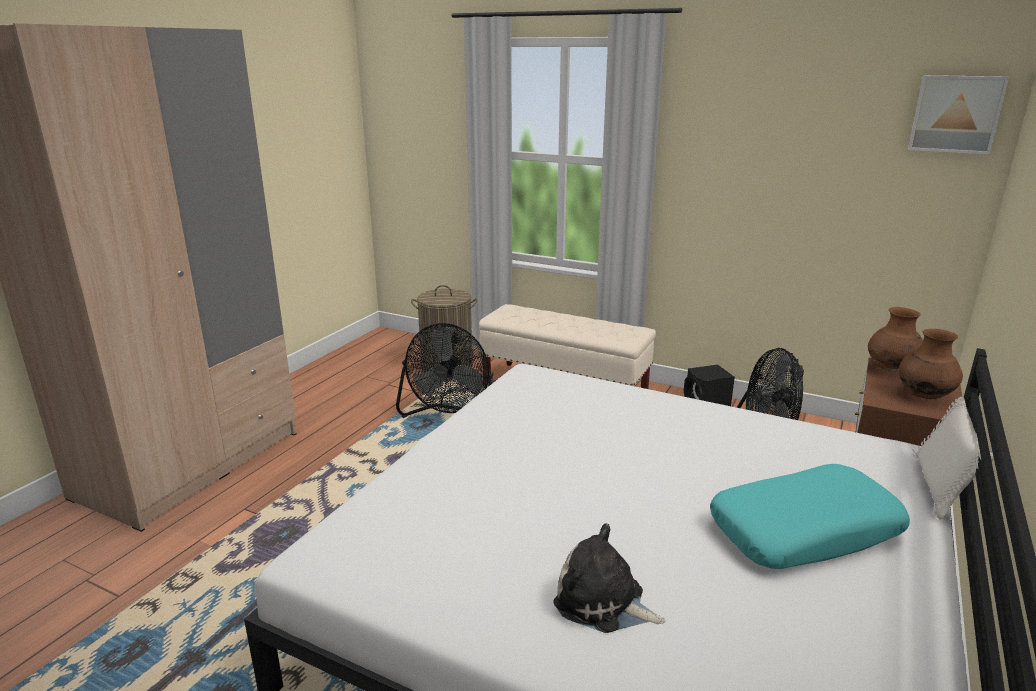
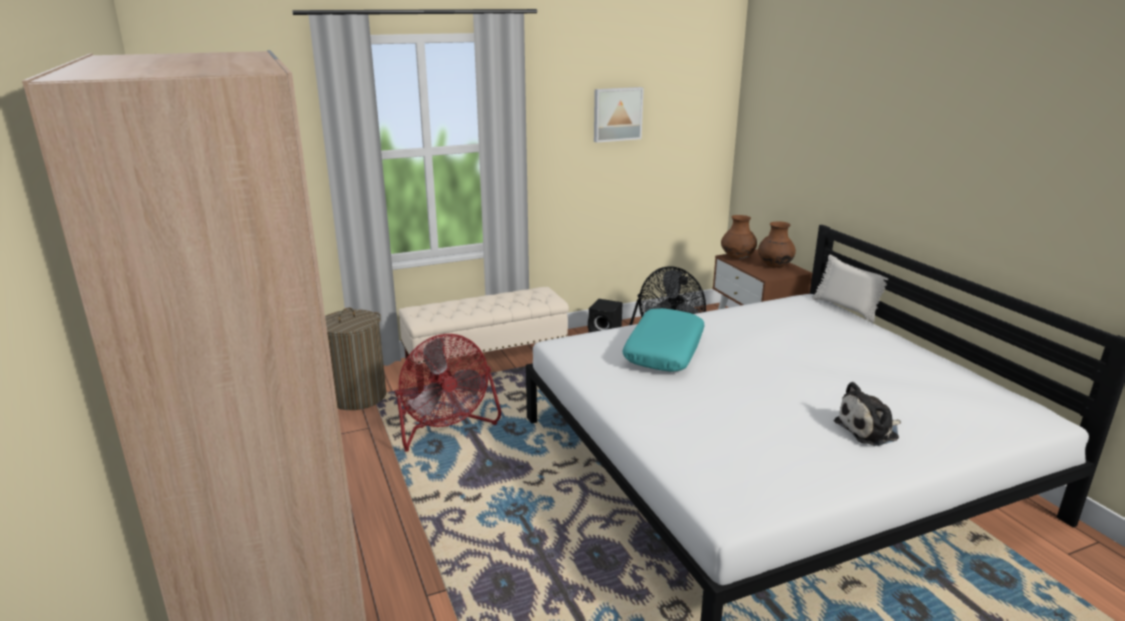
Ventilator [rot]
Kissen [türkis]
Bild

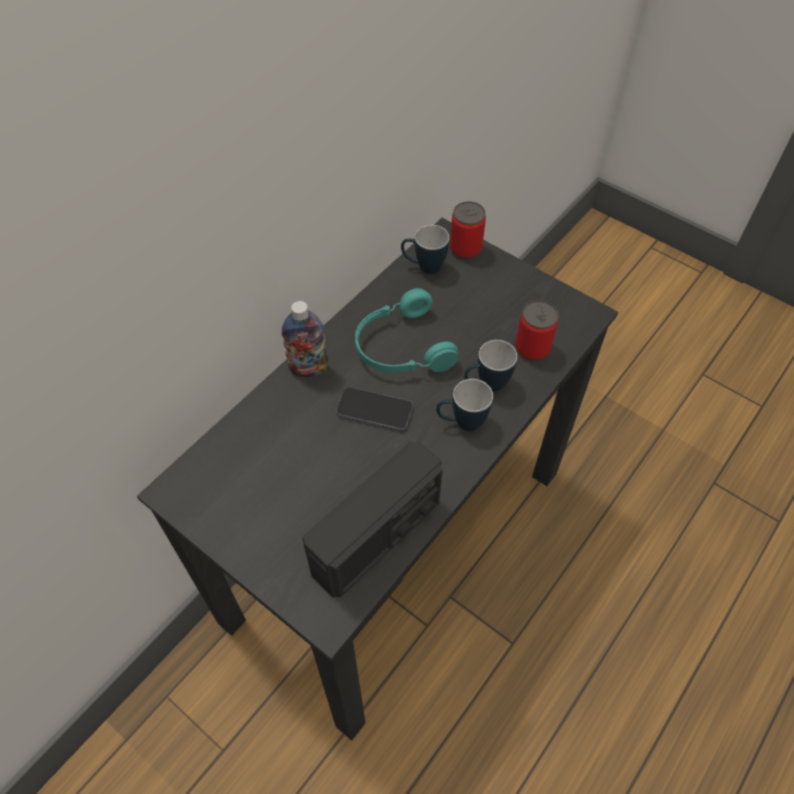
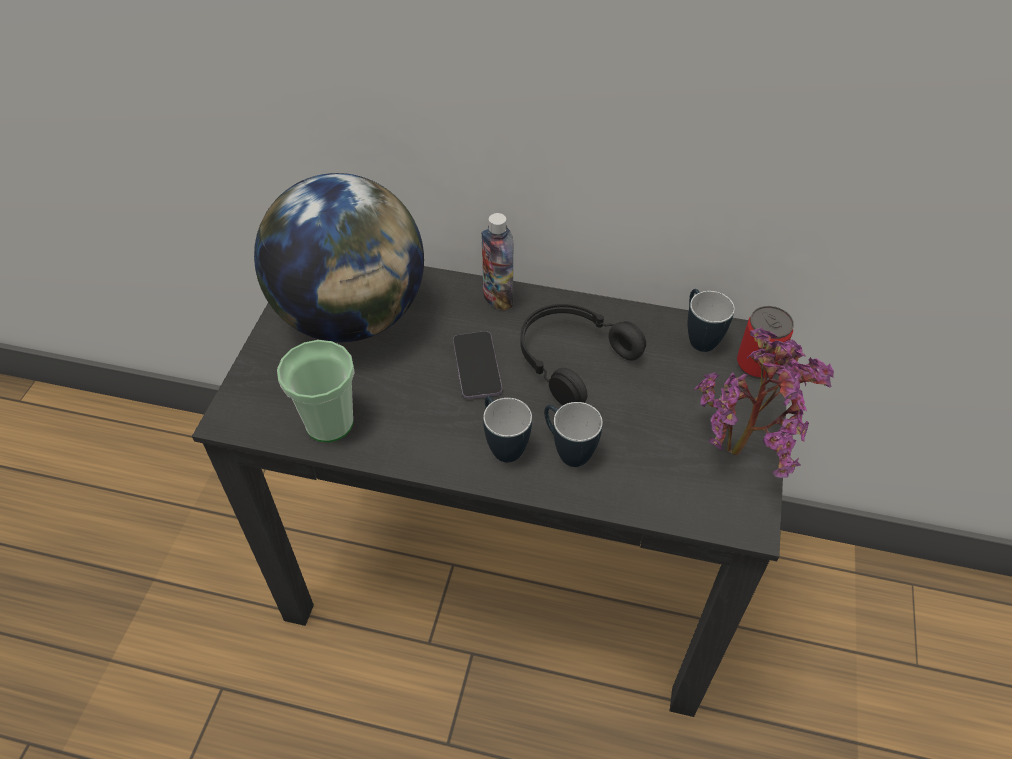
Tasse
Kopfhörer [schwarz]
Dose (2nd from left in the first image)
Globus
Topfpflanze

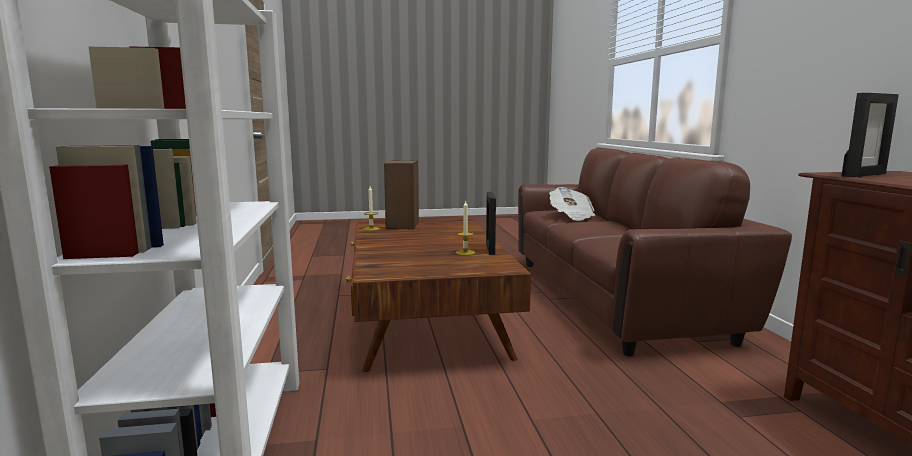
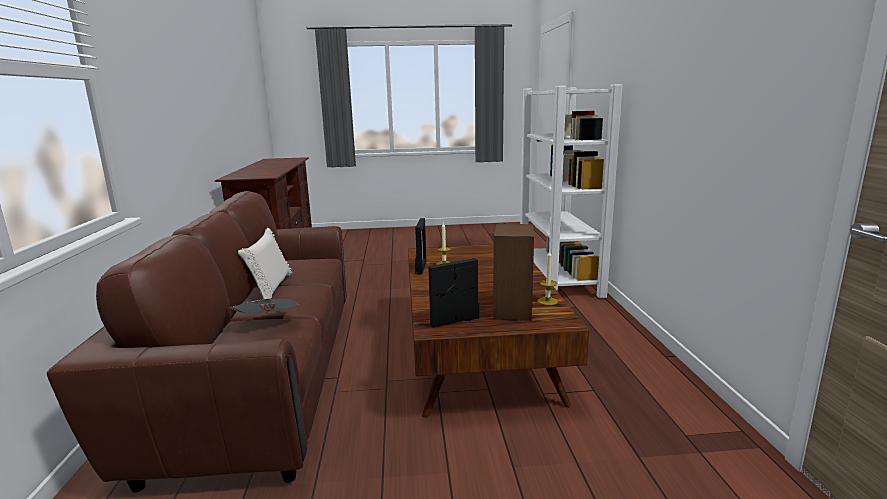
Bilderrahmen (2nd from left)
Kissen [weiß]

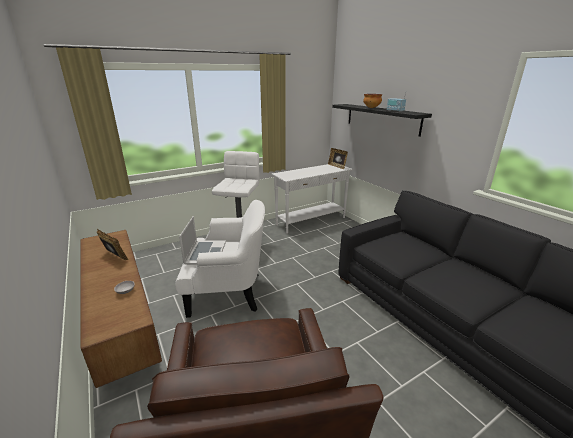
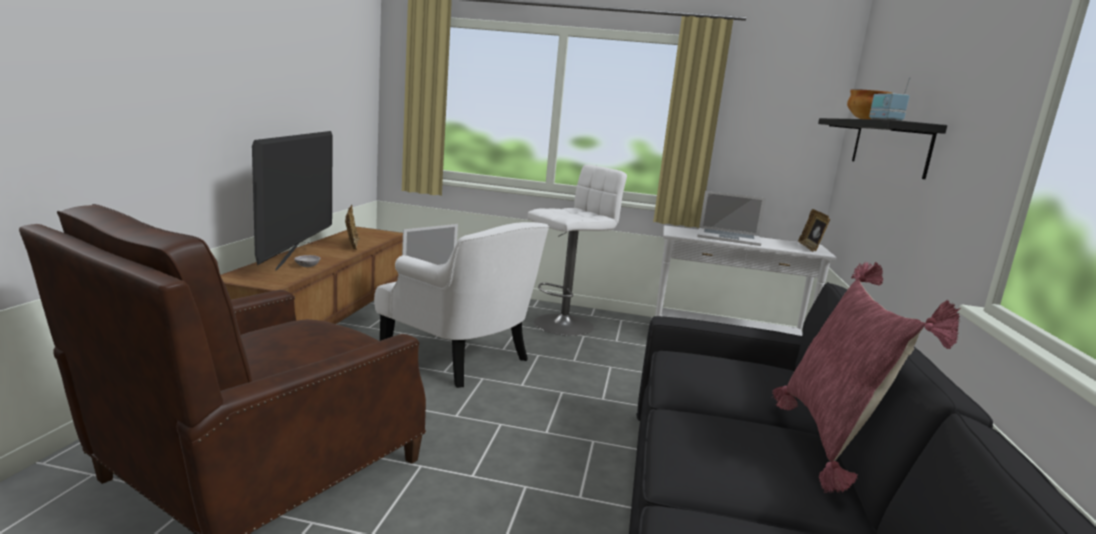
Fernseher
Laptop (2nd from left)
Kissen [rot]

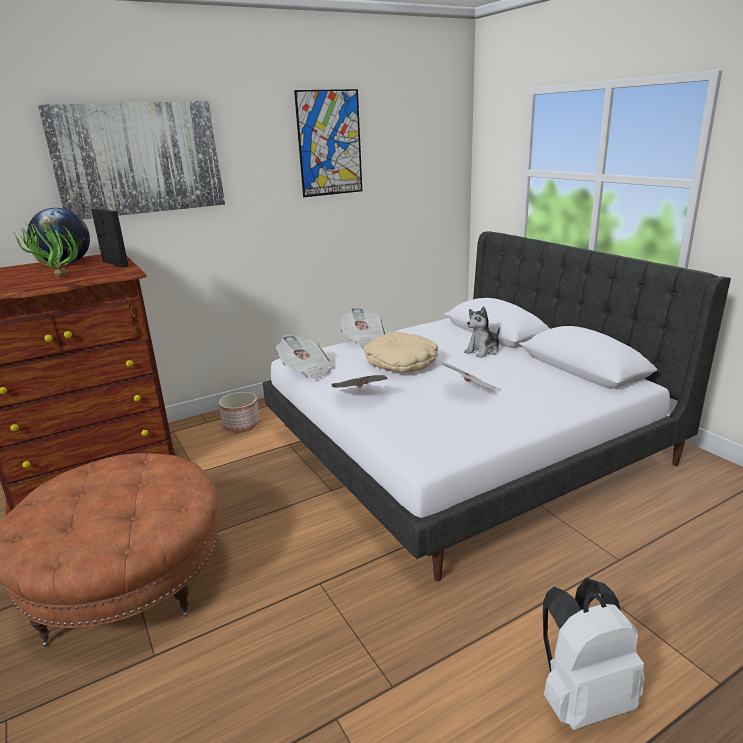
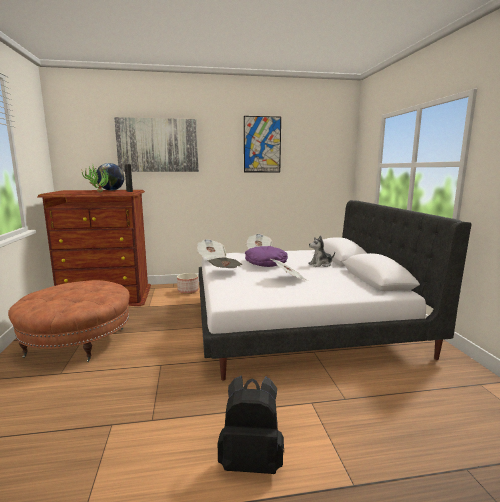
Kissen [lila]
Rucksack [schwarz]

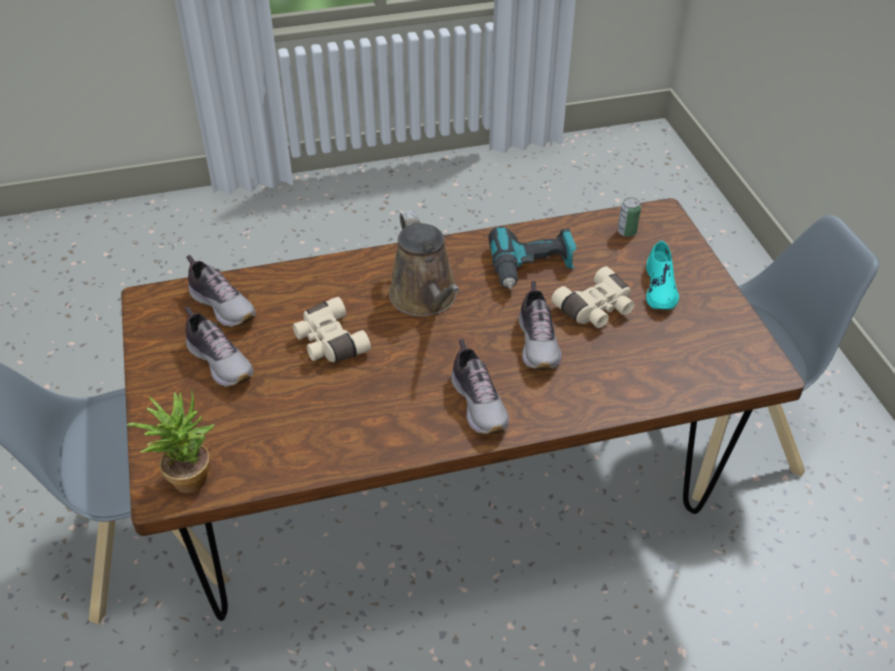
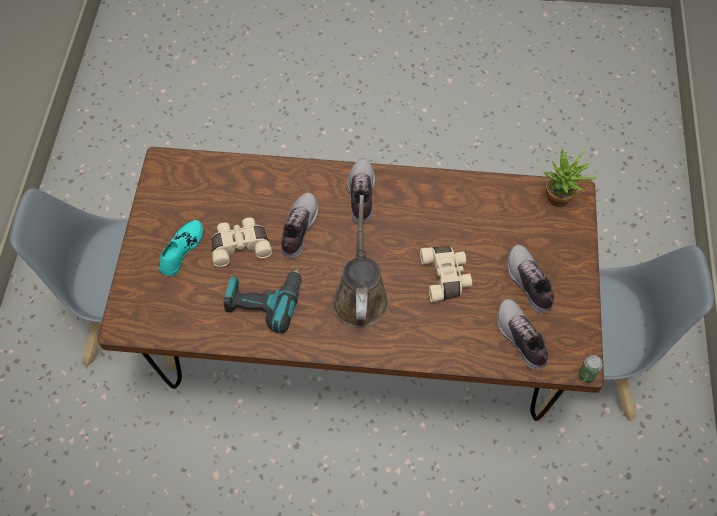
Dose

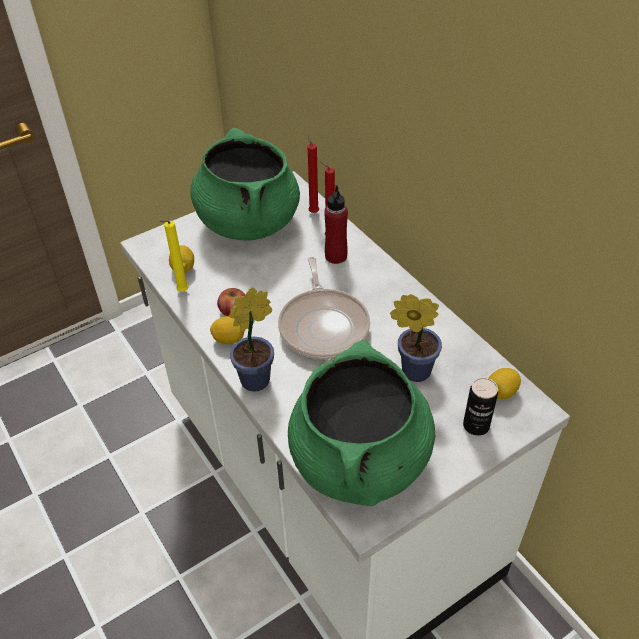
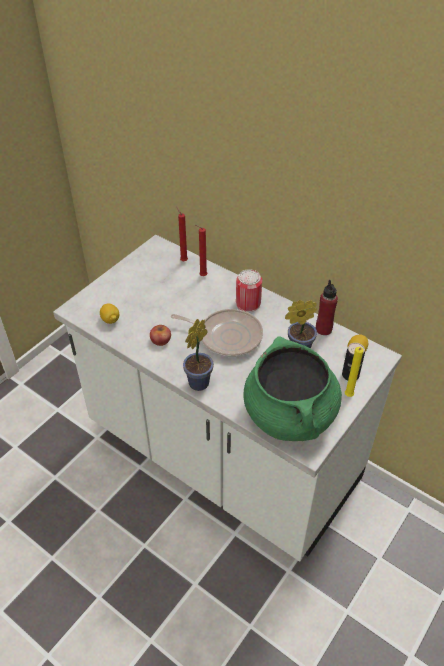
Kerze [gelb]
Kochtopf [grün] (1st from left in the first image)
Zitrone (2nd from left in the first image)
Pfanne
Flasche [rot]
Dose (1st from left)

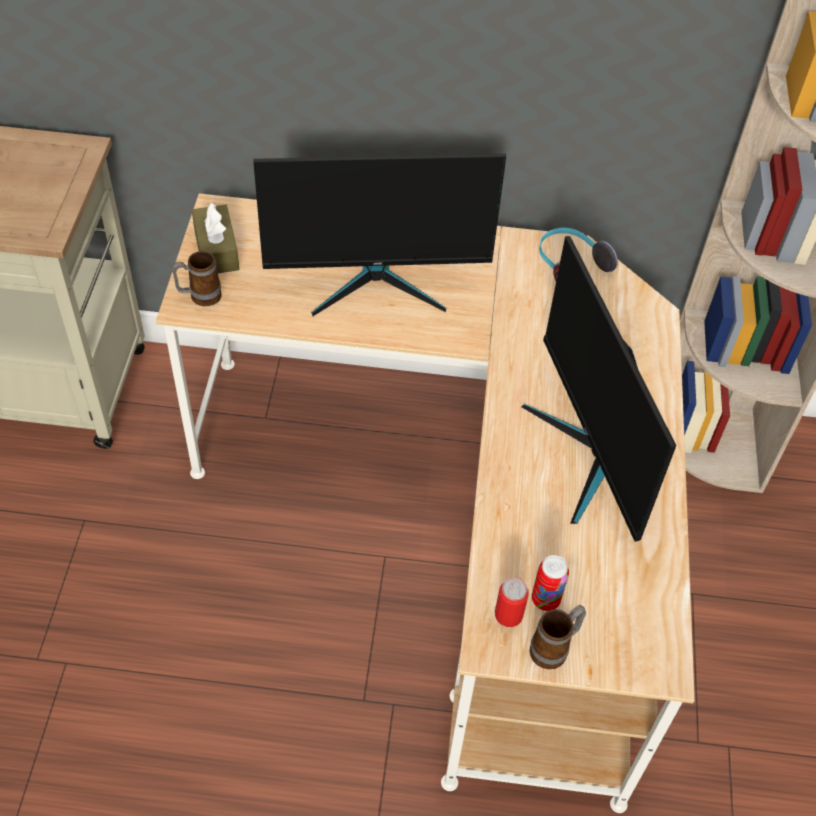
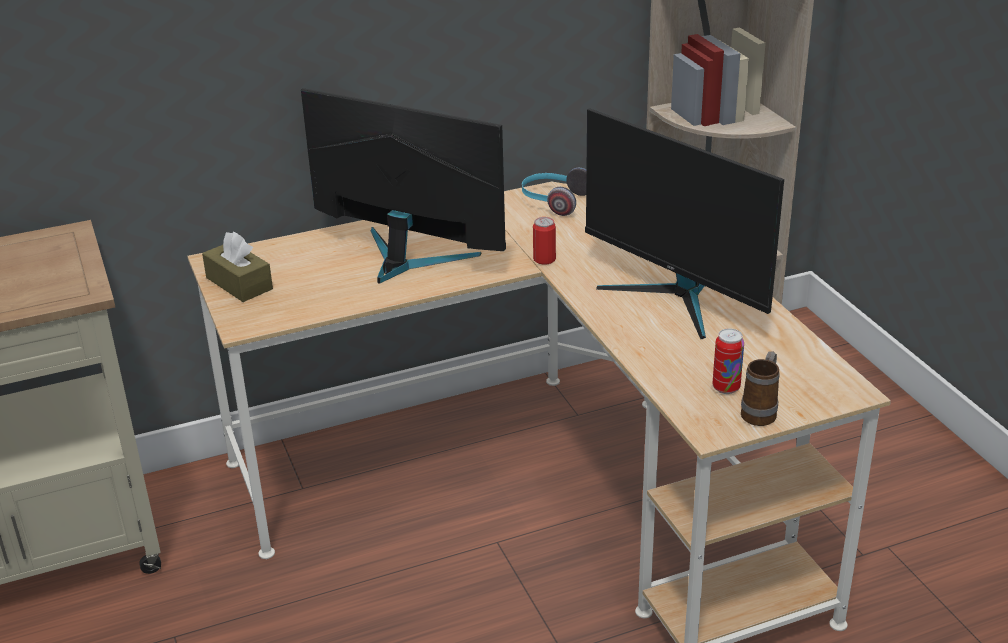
Henkelbecher (1st from left in the first image)
Monitor (1st from left)
Dose (1st from left)

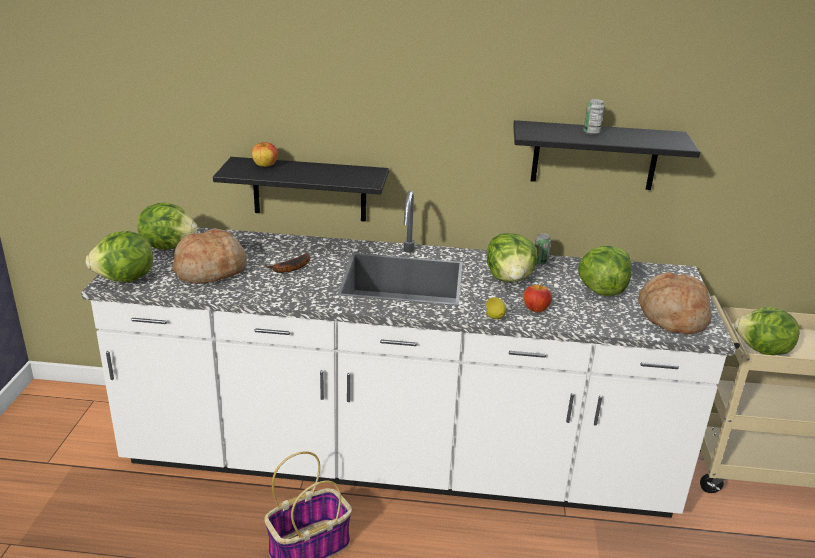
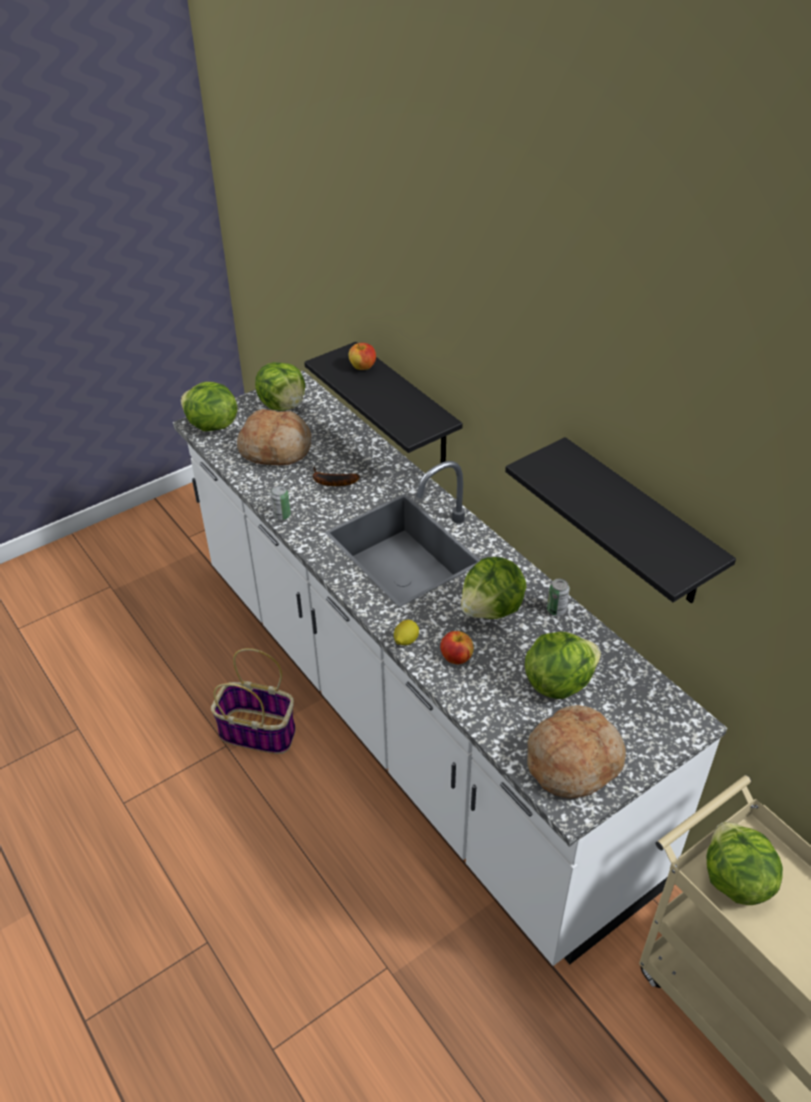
Dose (1st from left)

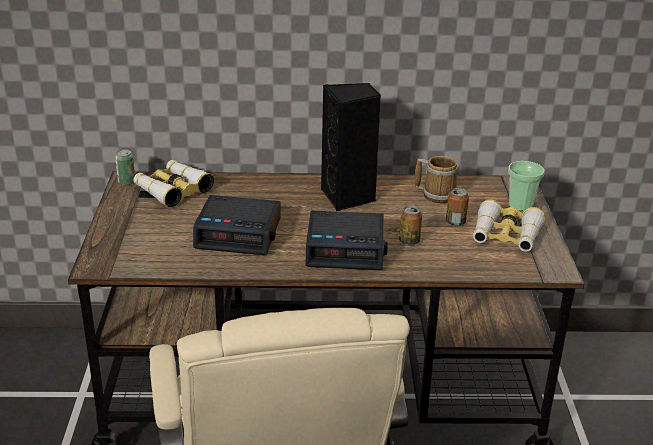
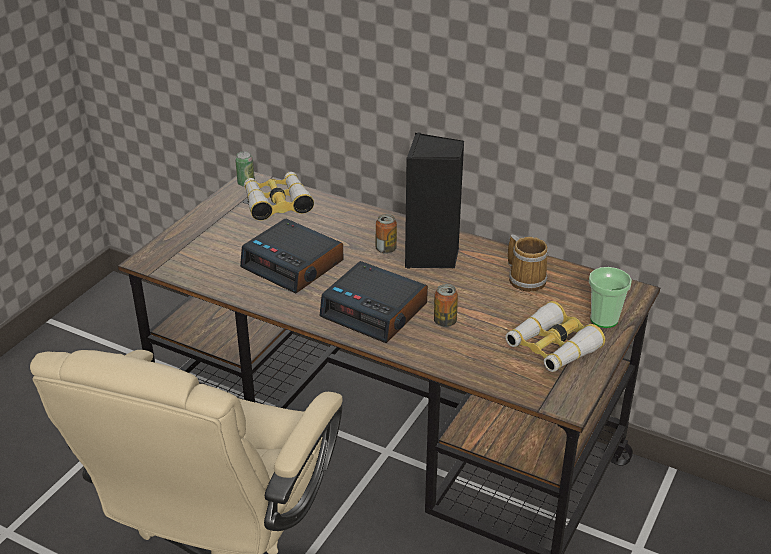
Dose (2nd from left)

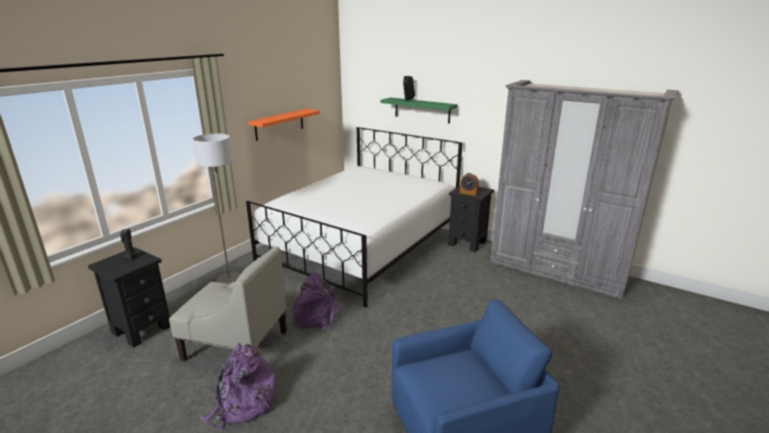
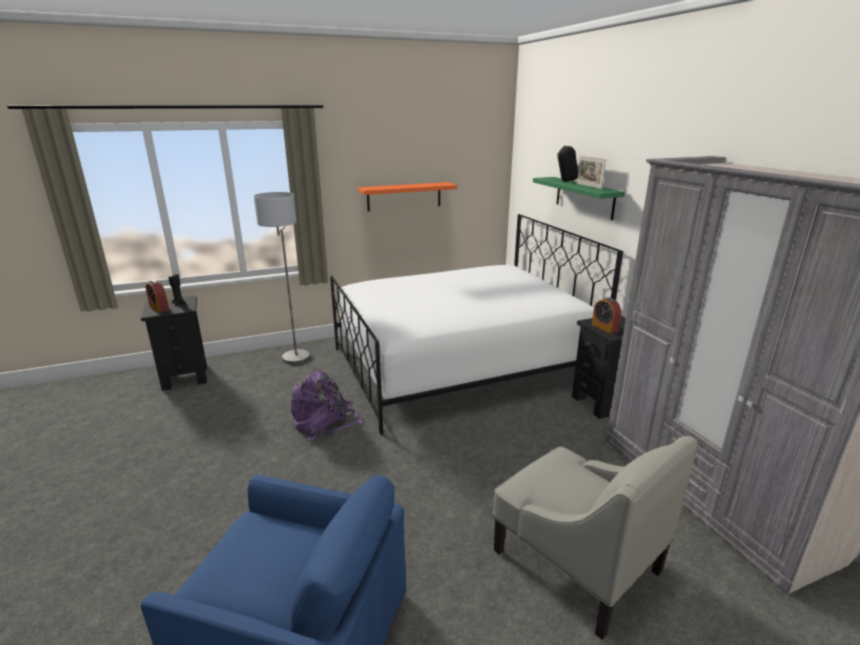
Sessel [grau]
Rucksack [lila] (1st from left in the first image)
Wecker (1st from left)
Bilderrahmen

